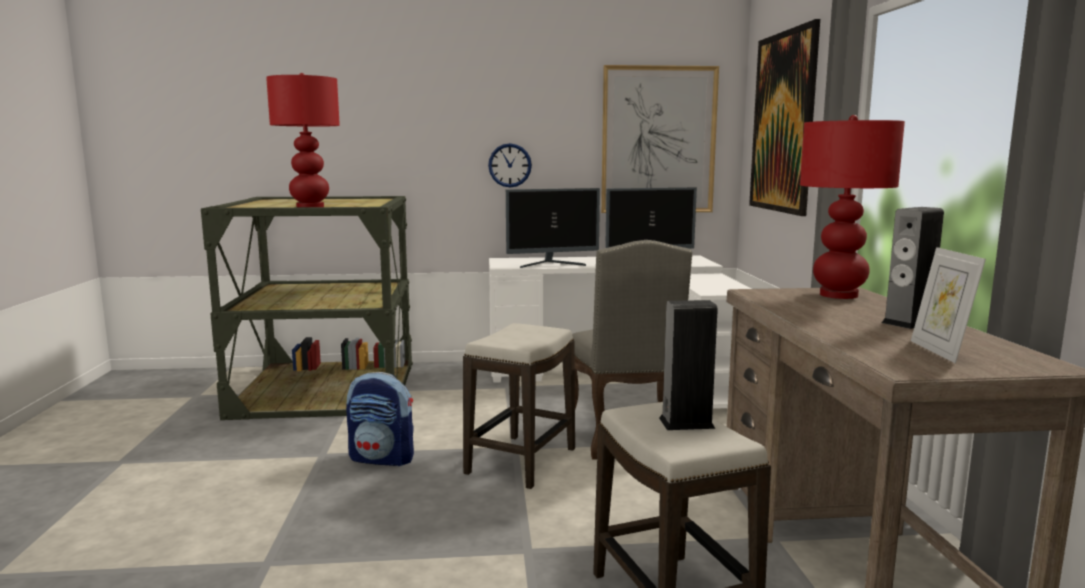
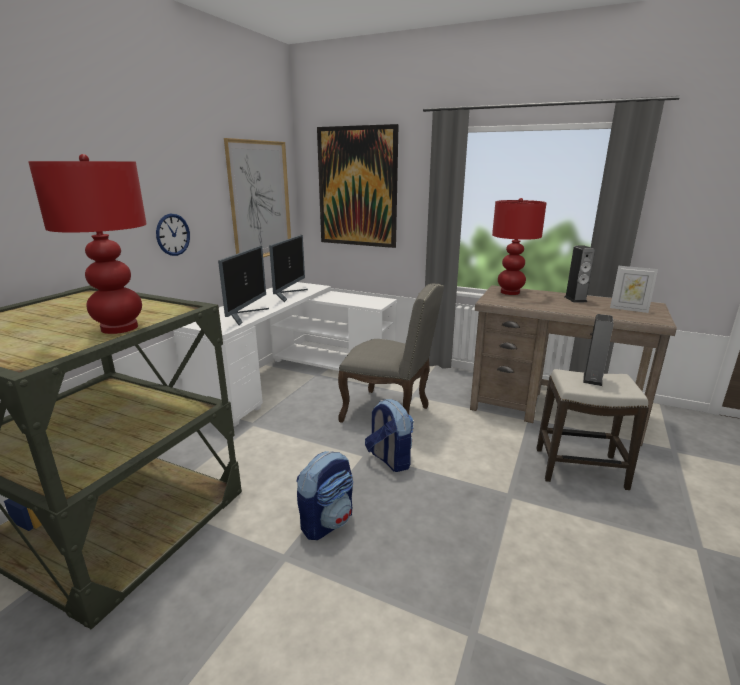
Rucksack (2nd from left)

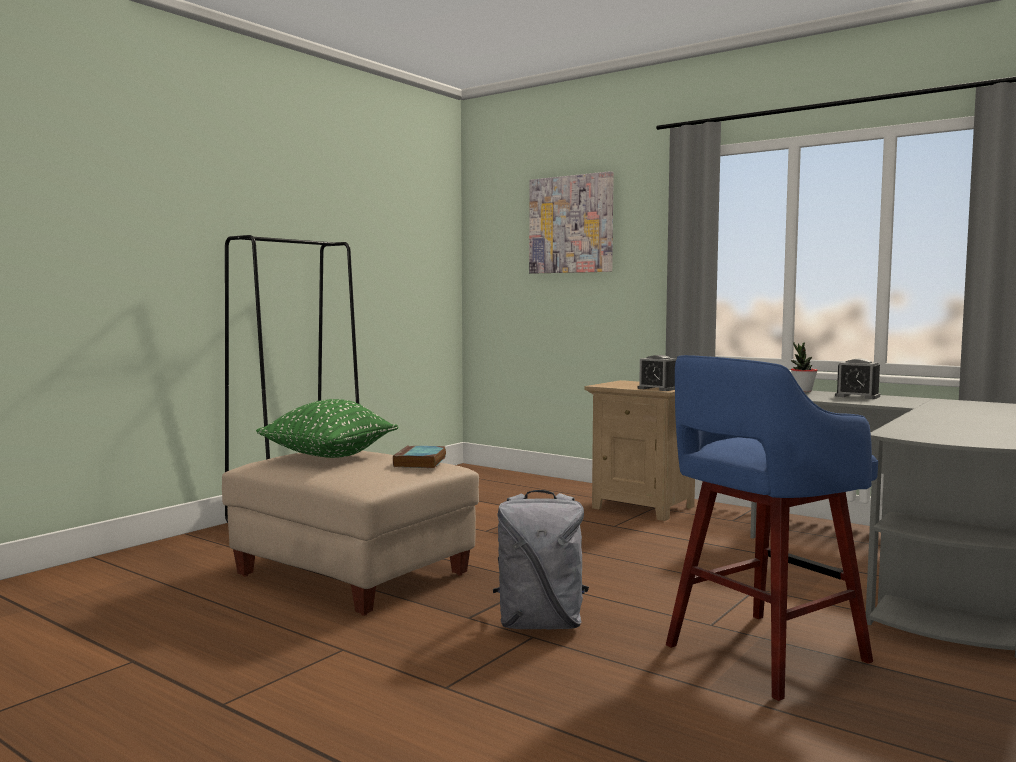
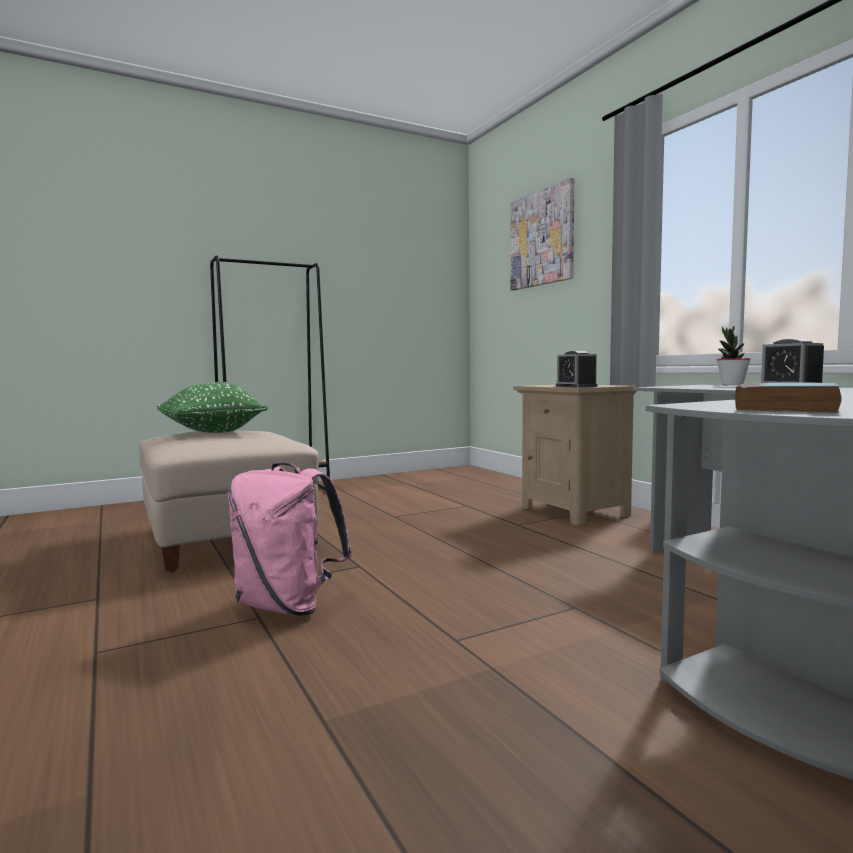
Buch
Rucksack [rosa]
Hocker [blau]

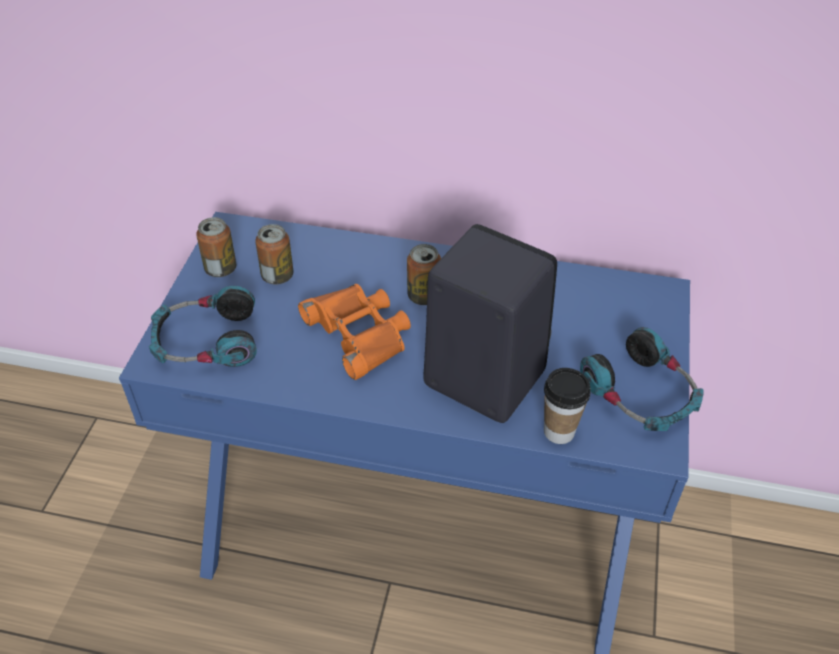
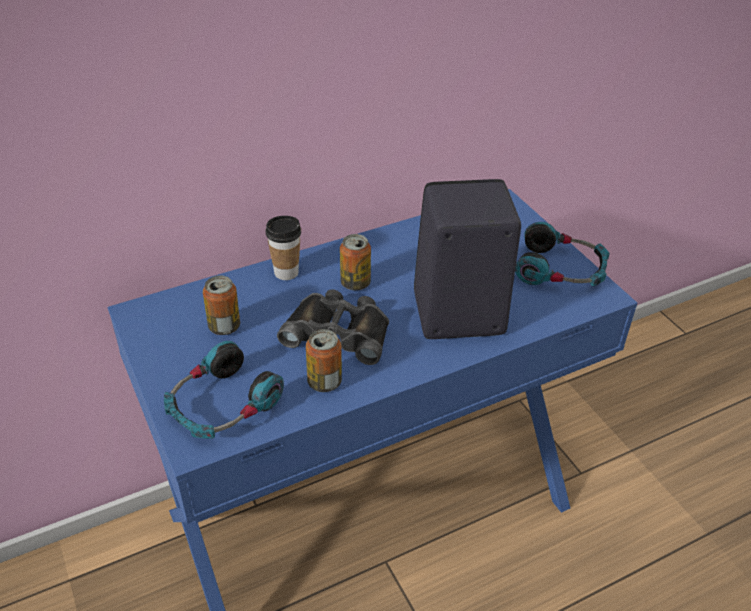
Dose (2nd from left)
Fernglas [schwarz]
Tasse

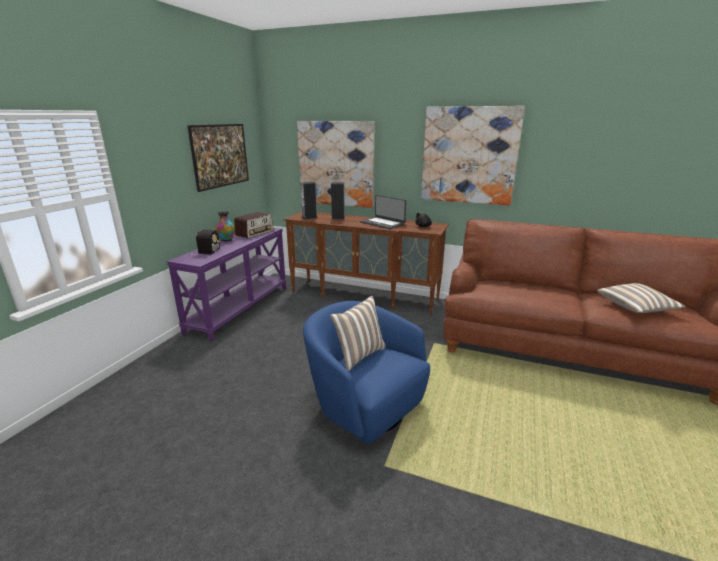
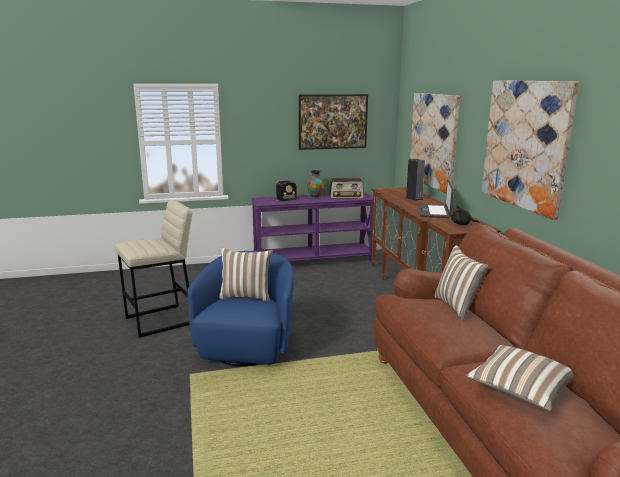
Lautsprecher (1st from left in the first image)
Hocker [beige]
Kissen (2nd from left)

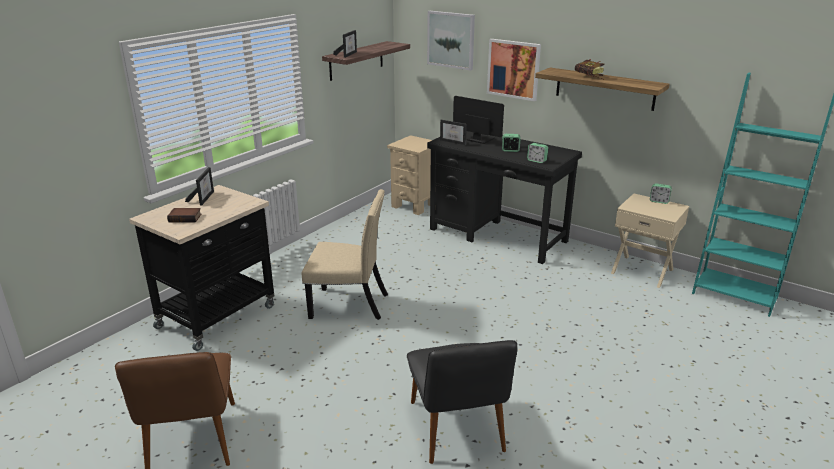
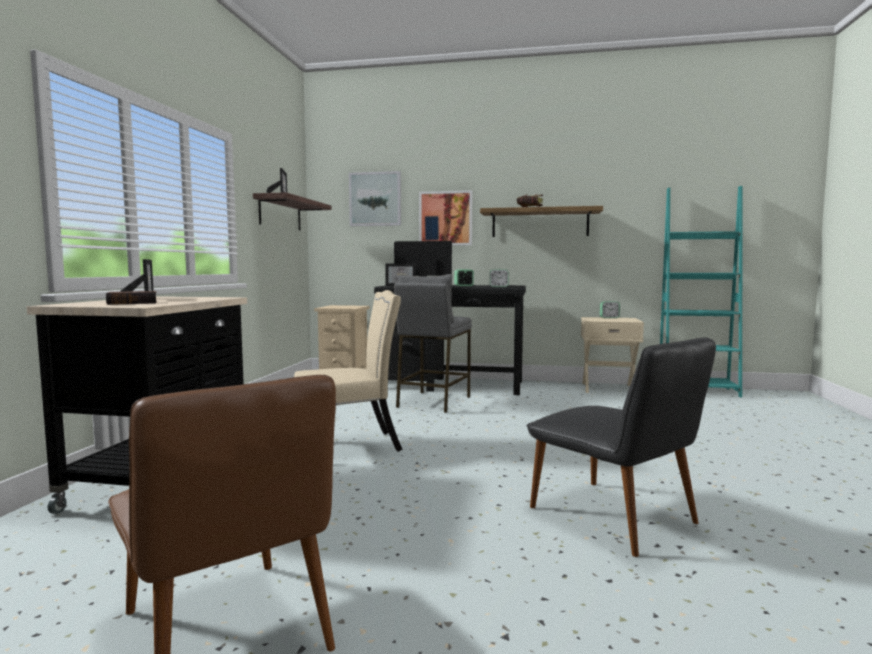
Hocker [grau]

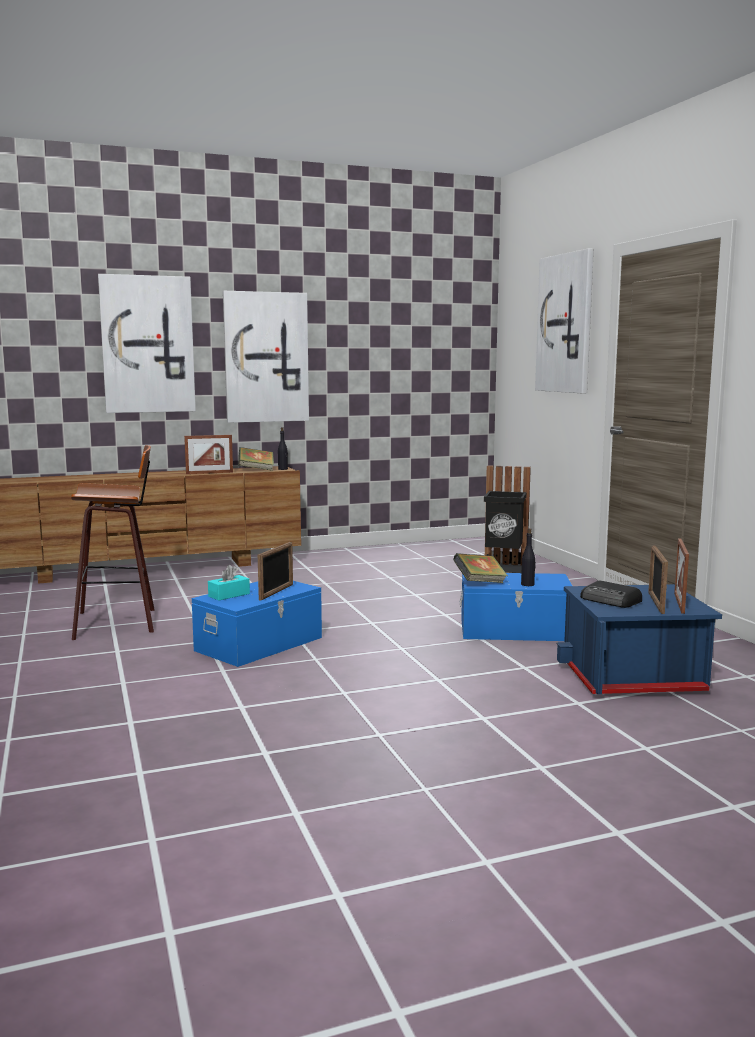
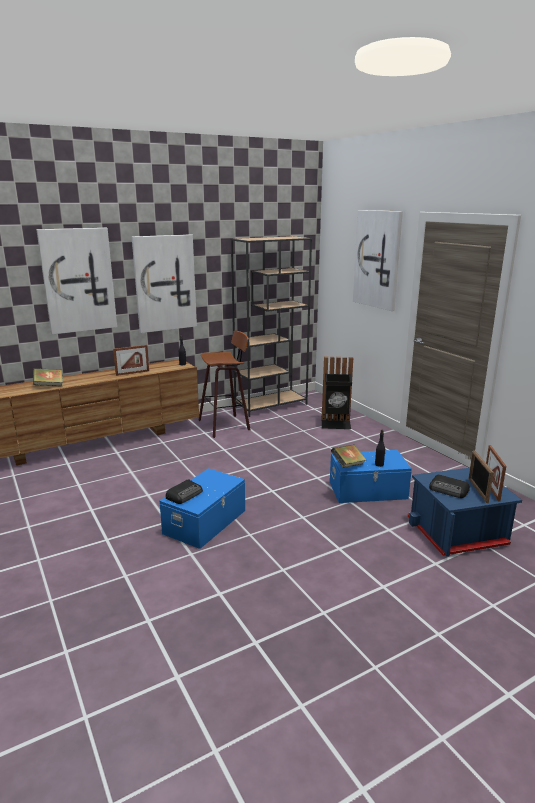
Hocker
Radio (1st from left)
Buch (1st from left)
Bilderrahmen (2nd from left in the first image)
Bücherregal

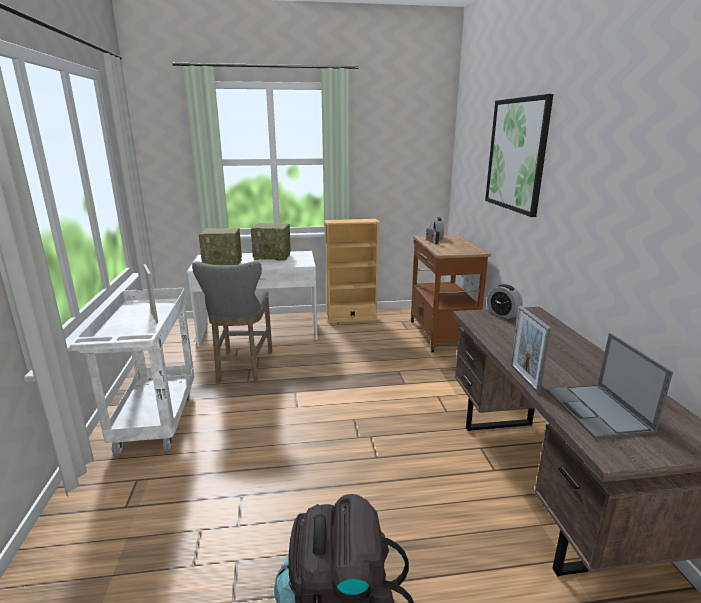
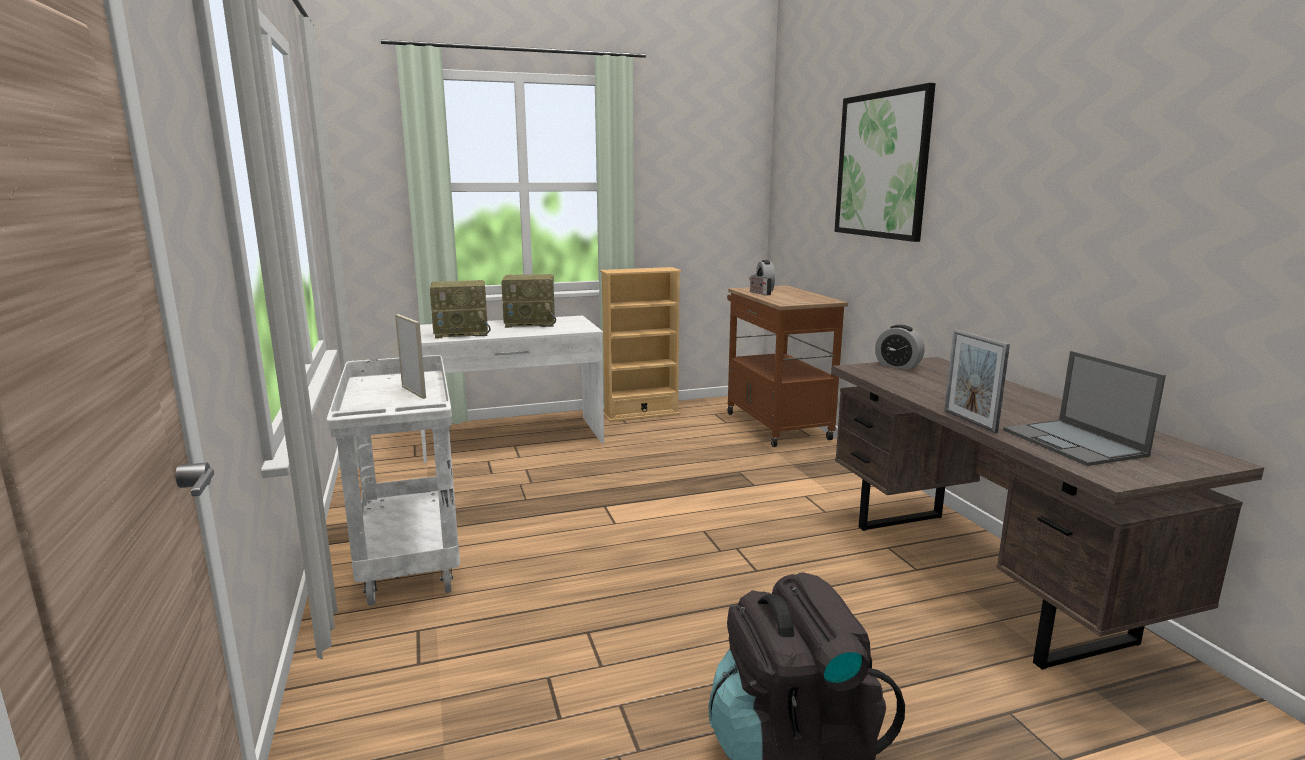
Hocker [grau]

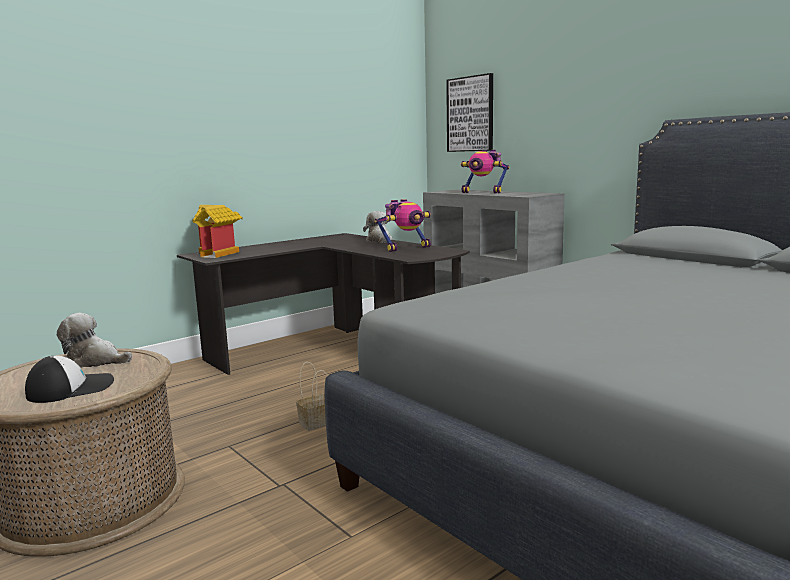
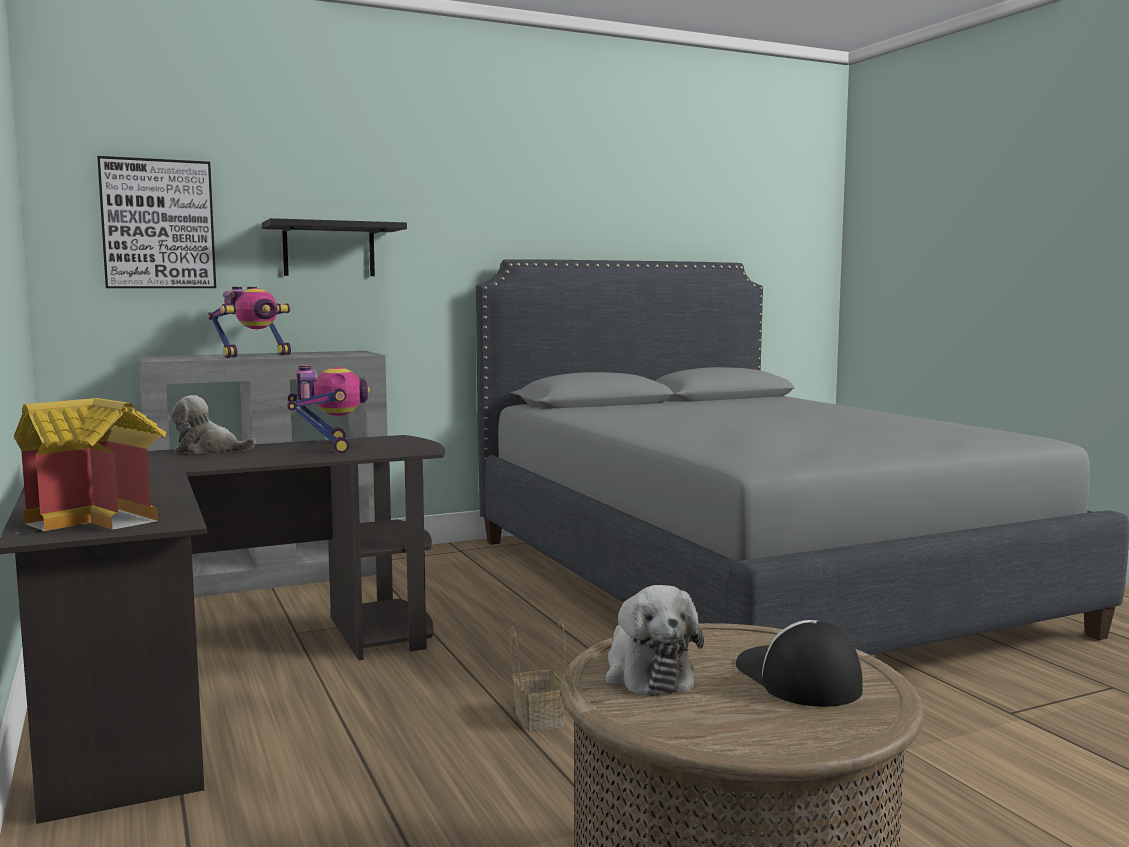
Plüschtier (2nd from left)
Wandregal [schwarz]

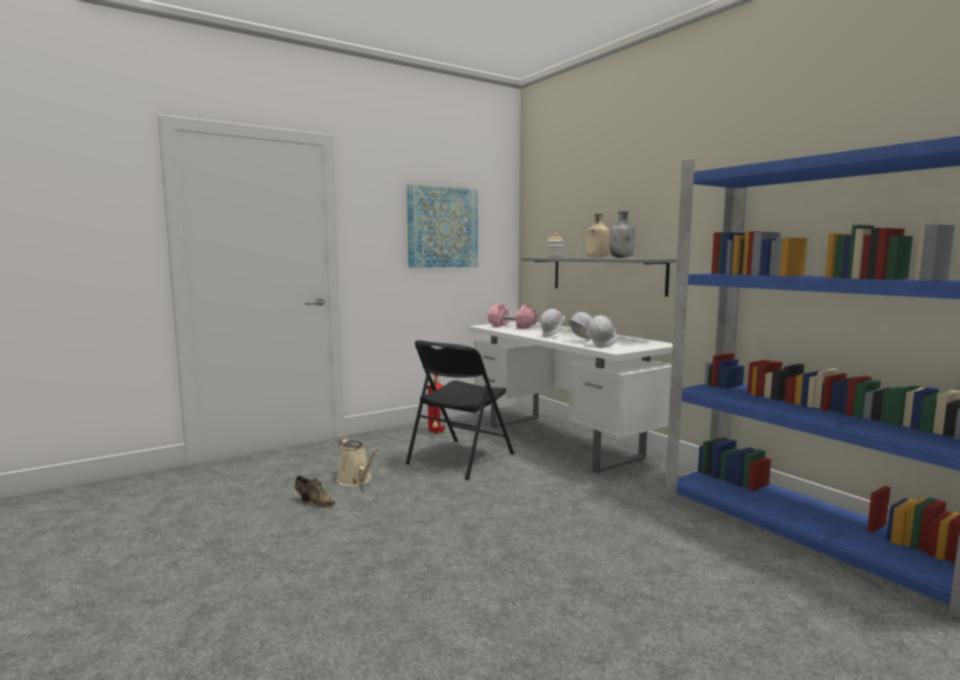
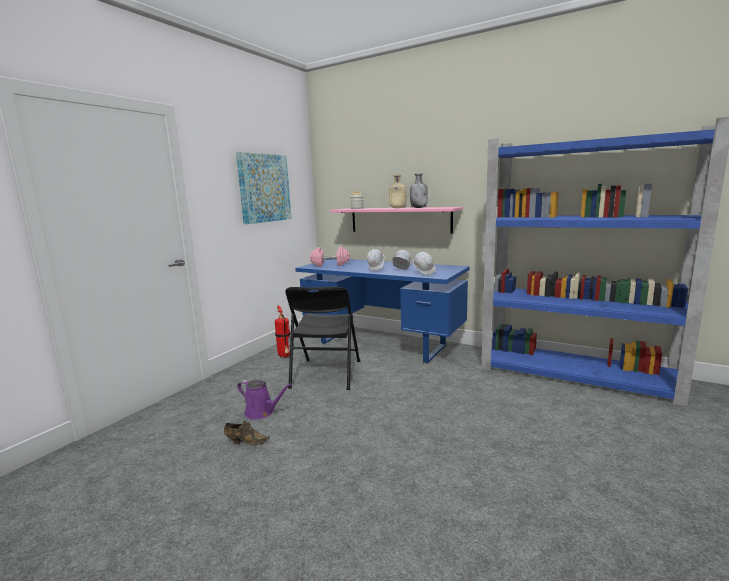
Gießkanne [lila]
Schreibtisch [blau]
Wandregal [rosa]

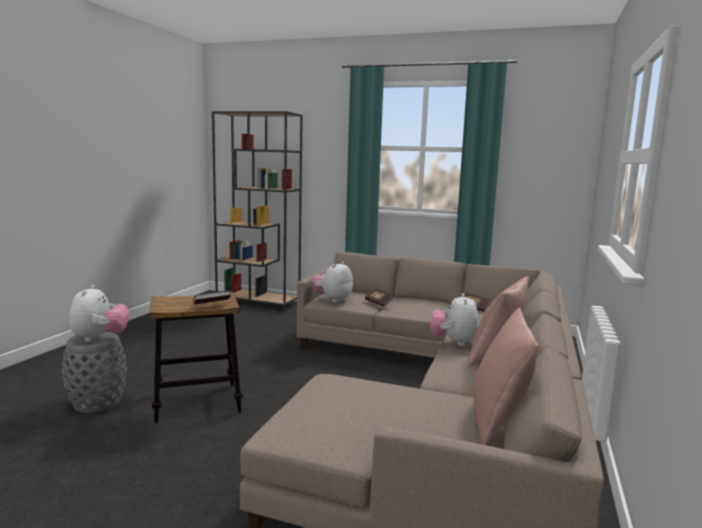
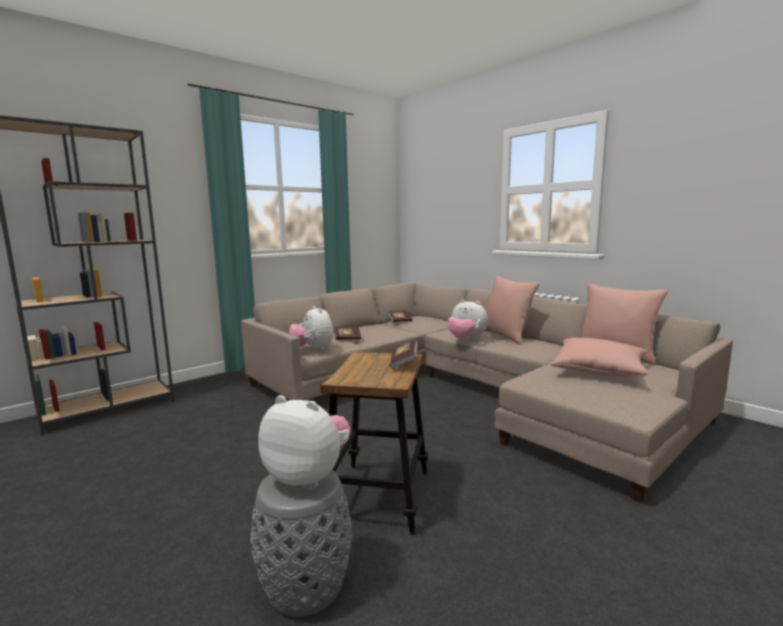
Kissen [rosa] (2nd from left)

